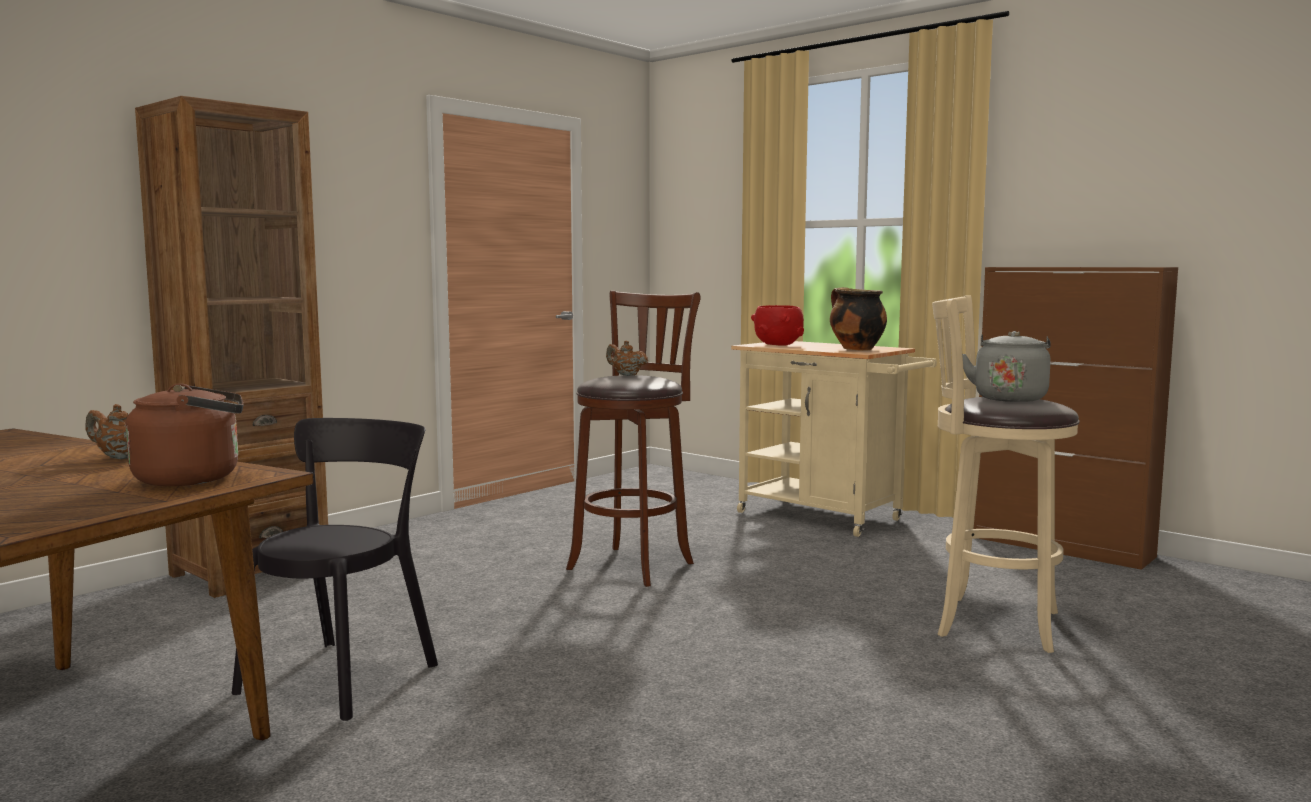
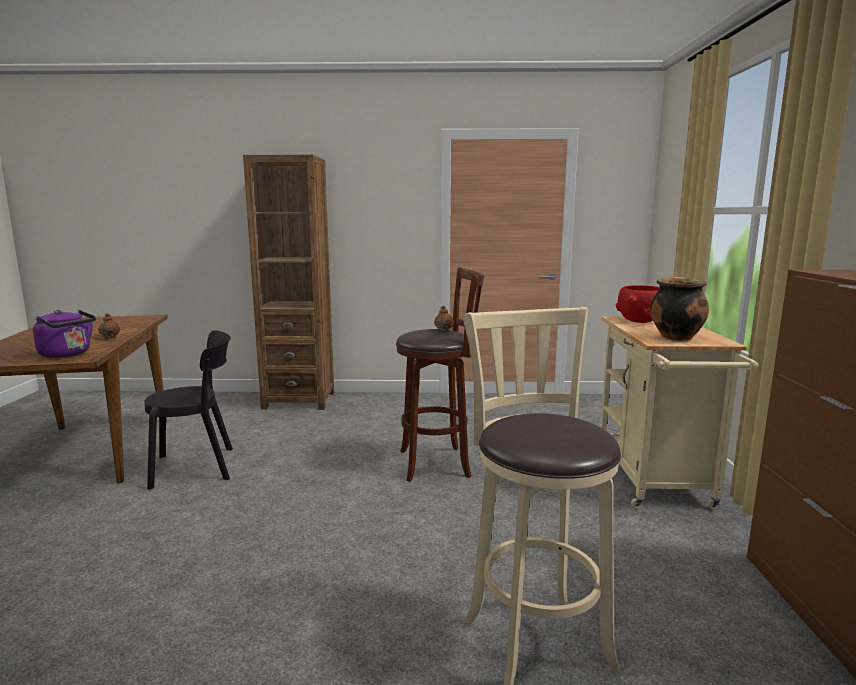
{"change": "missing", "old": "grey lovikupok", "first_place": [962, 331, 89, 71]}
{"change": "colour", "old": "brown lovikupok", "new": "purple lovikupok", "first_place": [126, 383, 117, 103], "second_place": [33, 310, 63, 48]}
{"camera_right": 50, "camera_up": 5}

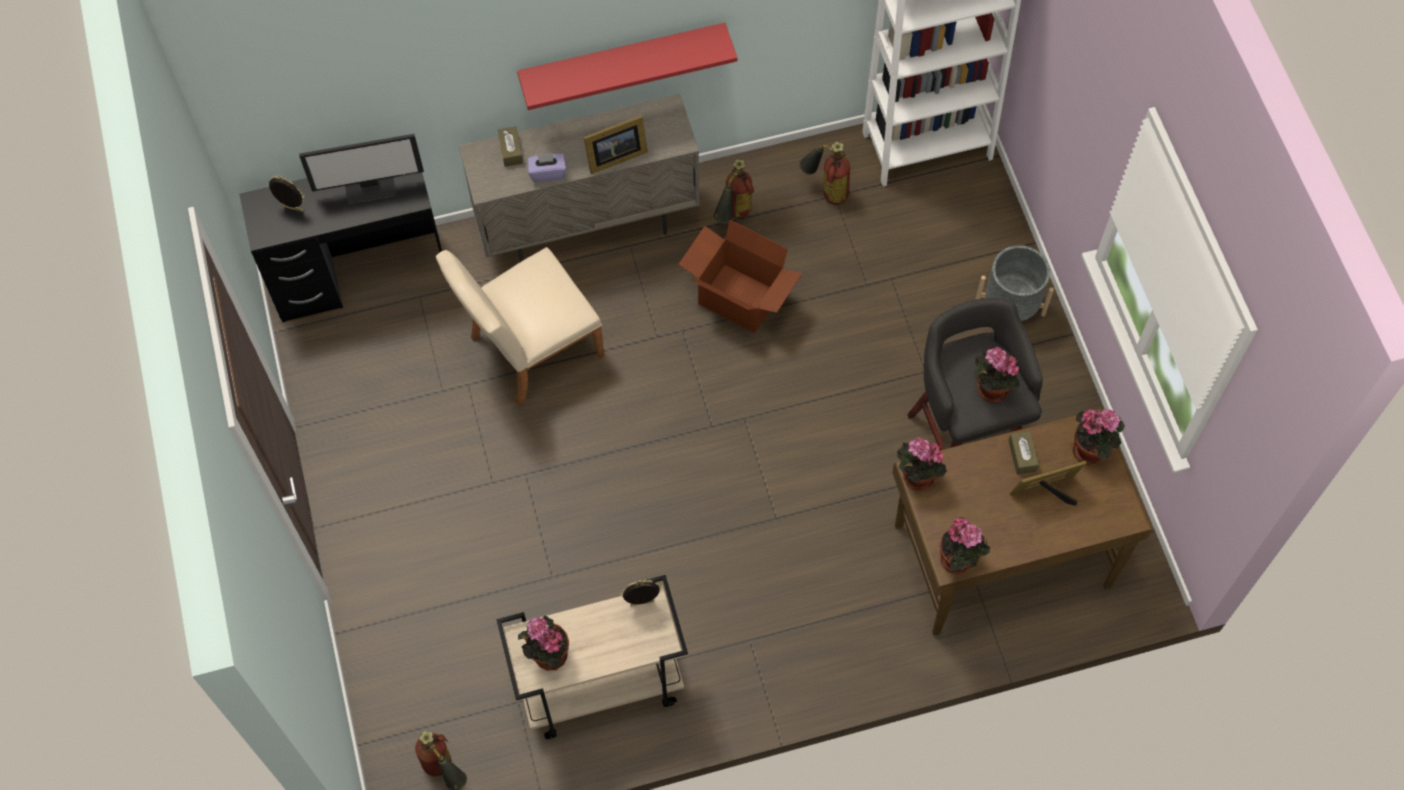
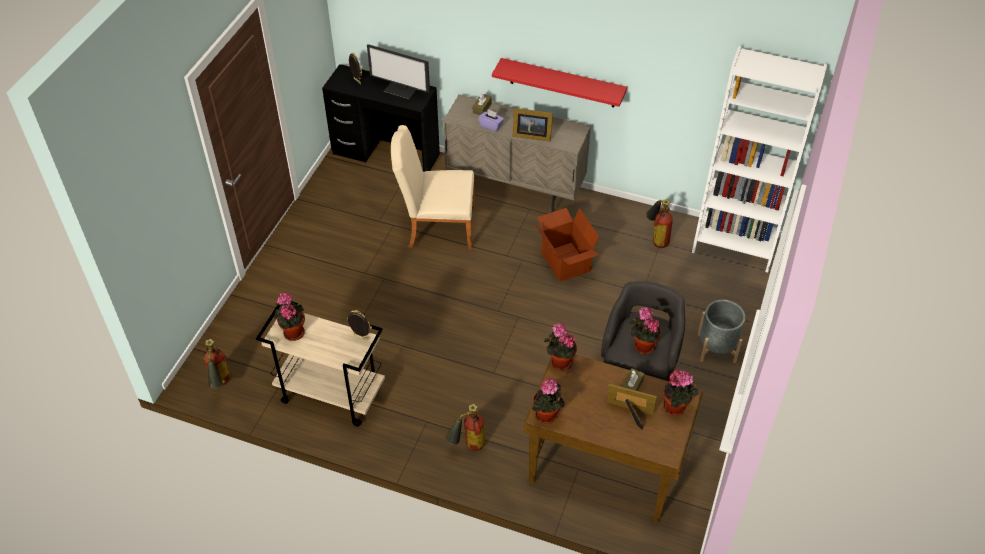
{"change": "relocated", "old": "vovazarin", "first_place": [714, 159, 40, 65], "second_place": [445, 404, 40, 47]}
{"camera_right": 35, "camera_up": -15}

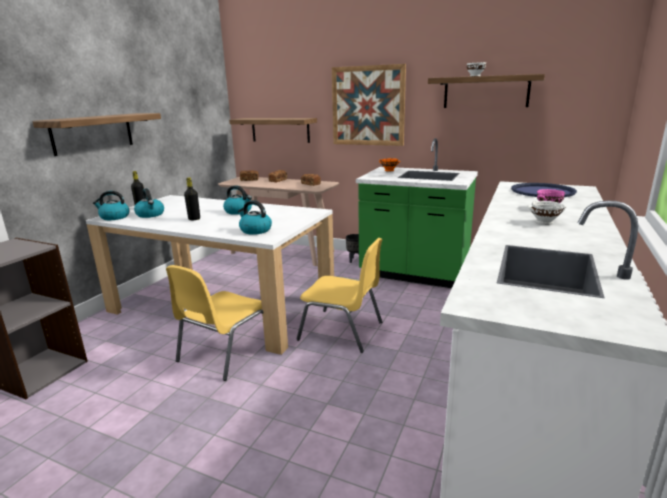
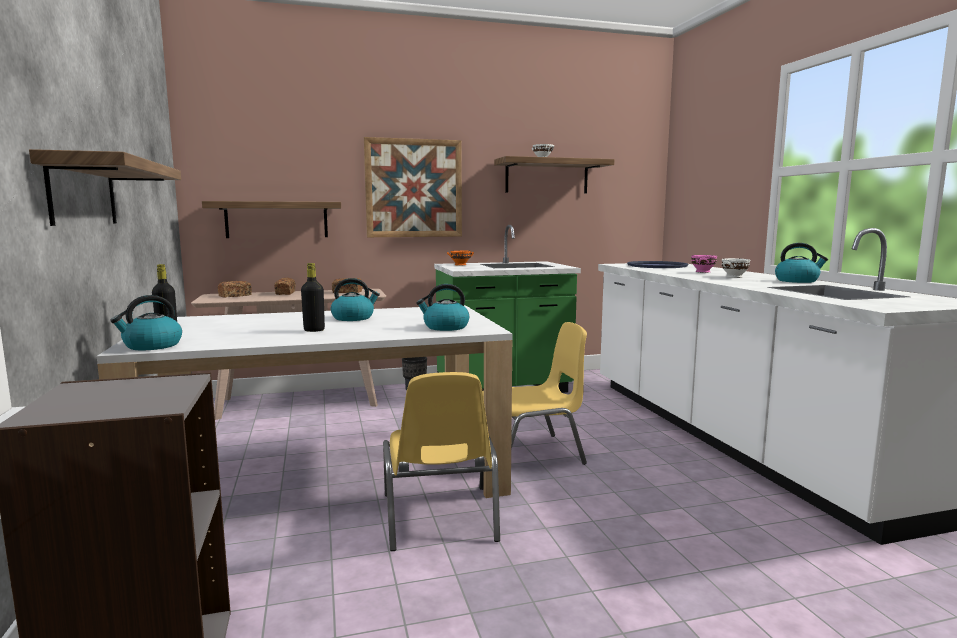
{"change": "relocated", "old": "lovikupok", "first_place": [134, 188, 30, 30], "second_place": [775, 243, 53, 40]}
{"camera_right": -40, "camera_up": -10}

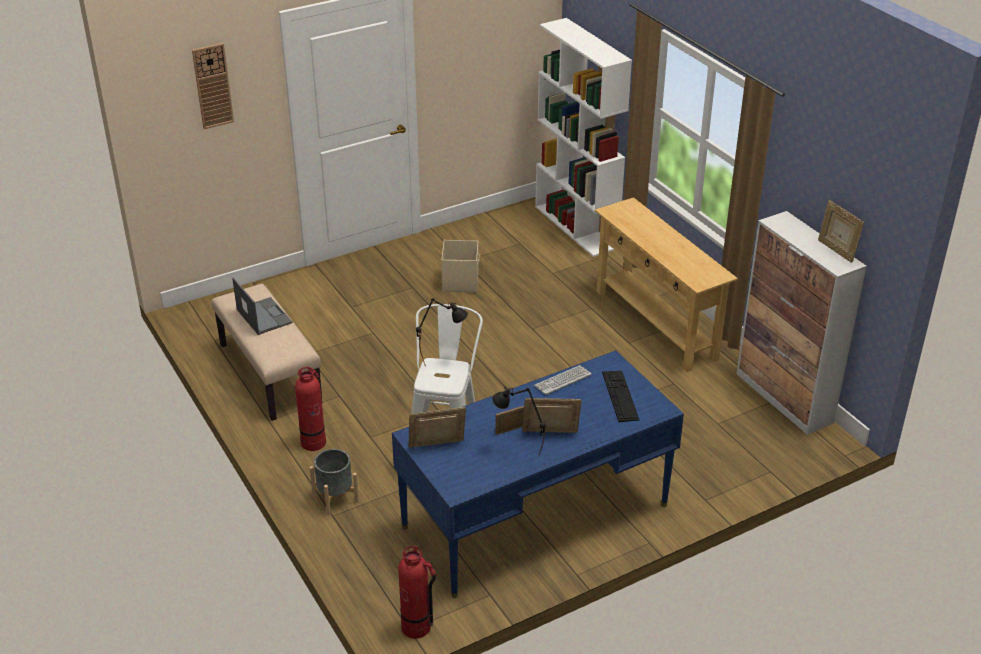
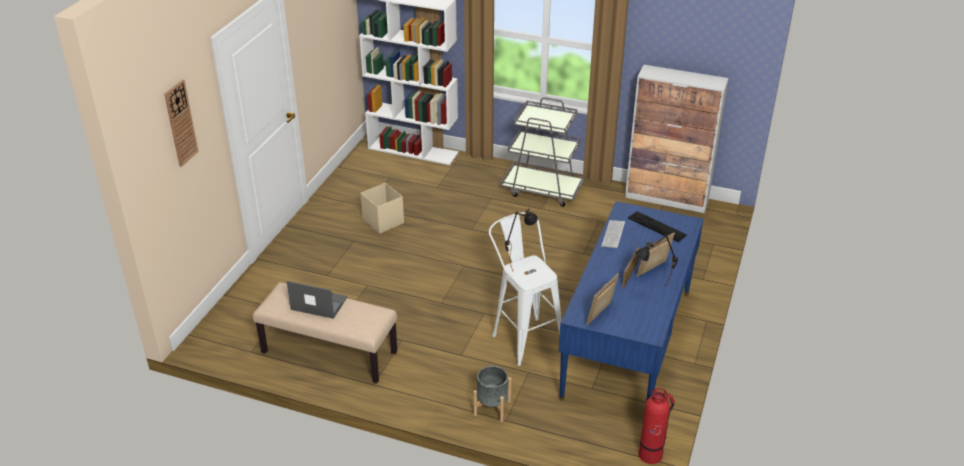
{"change": "exchanged", "old": "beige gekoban", "new": "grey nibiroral", "first_place": [595, 197, 143, 175], "second_place": [501, 97, 84, 110]}
{"change": "missing", "old": "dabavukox", "first_place": [818, 200, 46, 63]}
{"change": "missing", "old": "vovazarin", "first_place": [295, 367, 31, 84]}
{"camera_right": -40, "camera_up": 0}

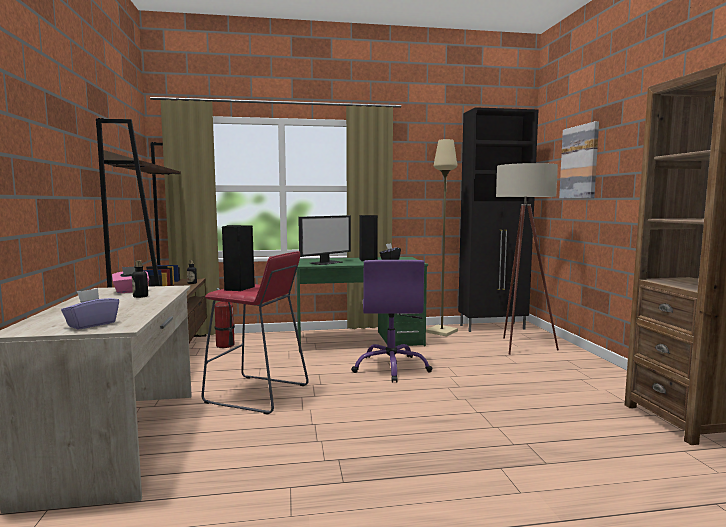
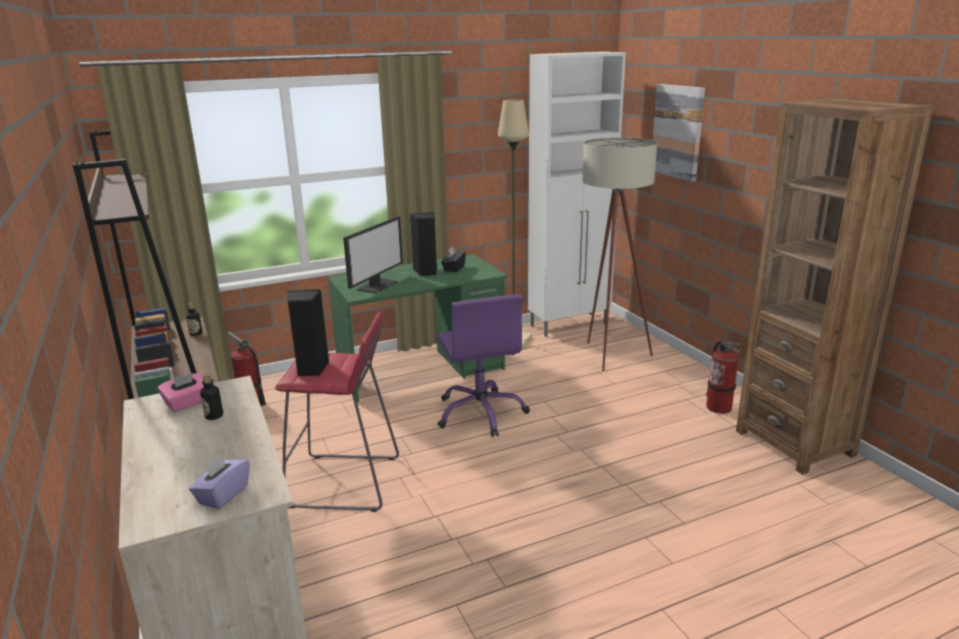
{"change": "colour", "old": "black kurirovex", "new": "white kurirovex", "first_place": [458, 107, 81, 225], "second_place": [528, 52, 98, 285]}
{"change": "appeared", "new": "vovazarin", "second_place": [706, 341, 34, 73]}
{"camera_right": -15, "camera_up": 15}

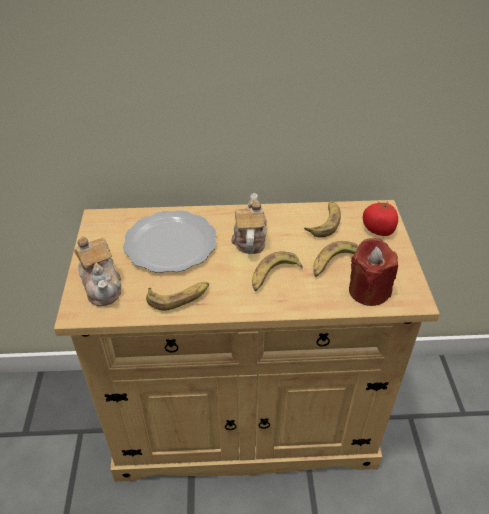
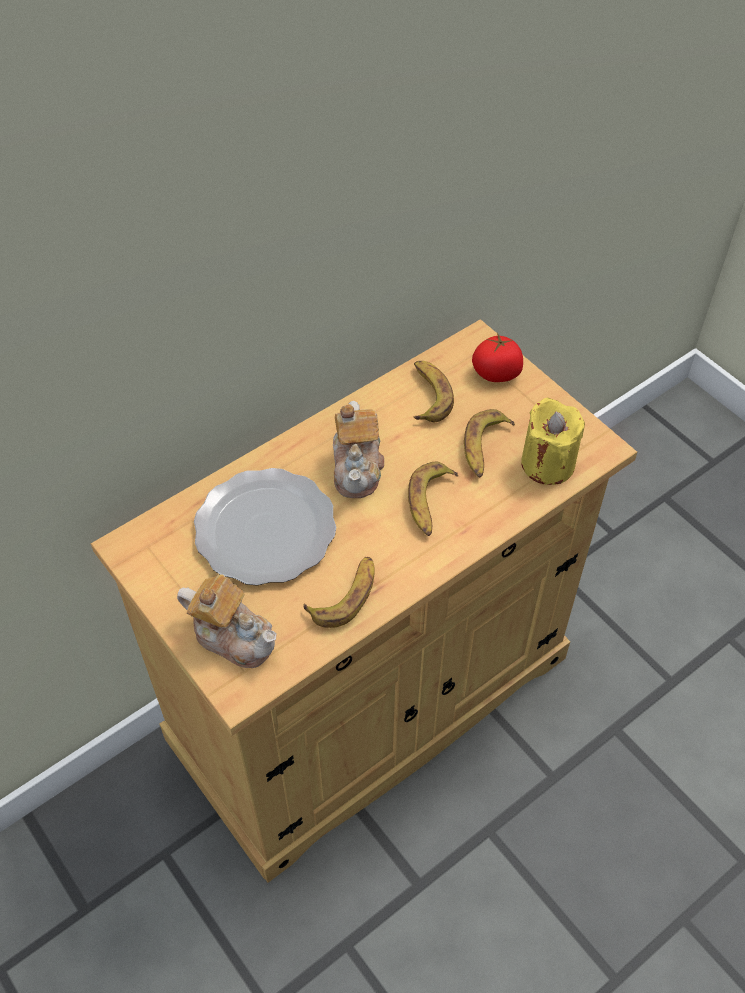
{"change": "spun", "old": "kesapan", "first_place": [232, 193, 35, 61], "second_place": [333, 401, 51, 97], "degrees": -150}
{"change": "colour", "old": "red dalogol", "new": "yellow dalogol", "first_place": [349, 238, 49, 68], "second_place": [521, 397, 64, 88]}
{"camera_right": -35, "camera_up": 10}

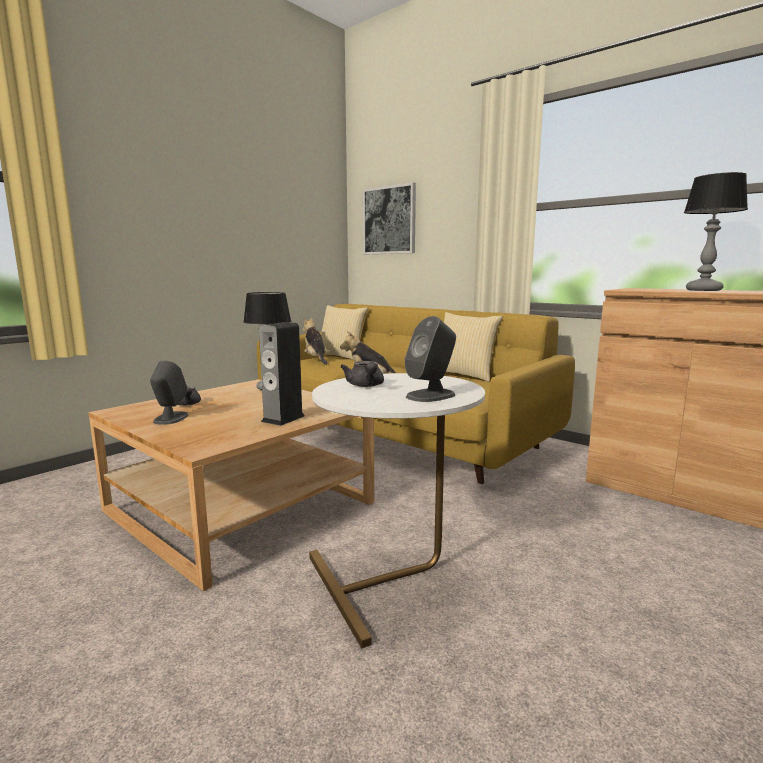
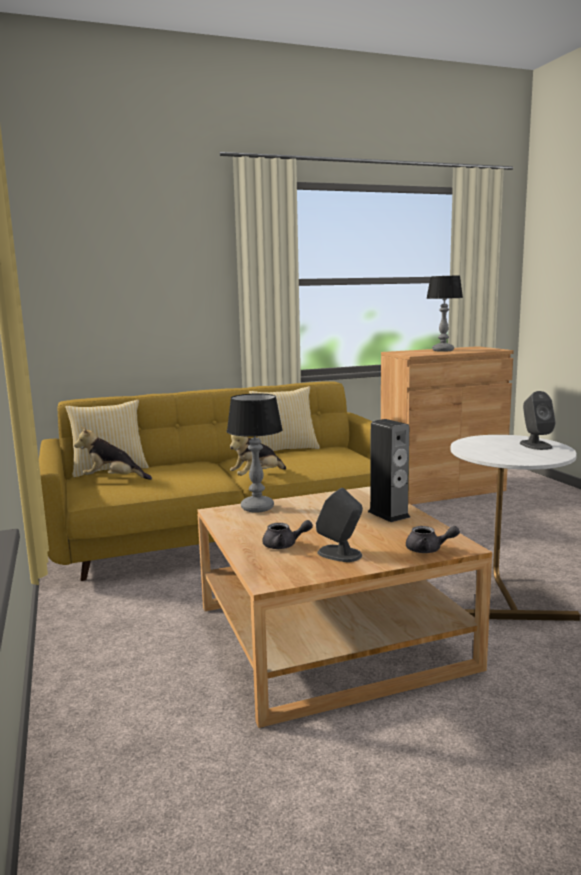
{"change": "missing", "old": "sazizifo", "first_place": [363, 182, 53, 72]}
{"change": "relocated", "old": "grey kesapan", "first_place": [340, 361, 44, 26], "second_place": [406, 526, 54, 27]}
{"camera_right": -60, "camera_up": 0}

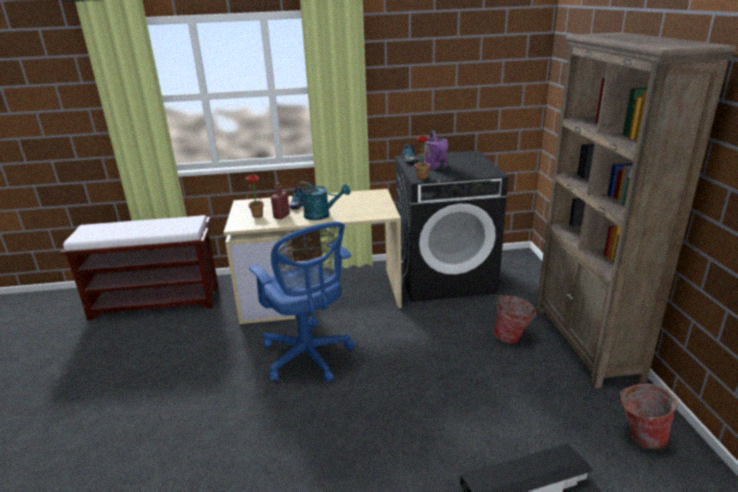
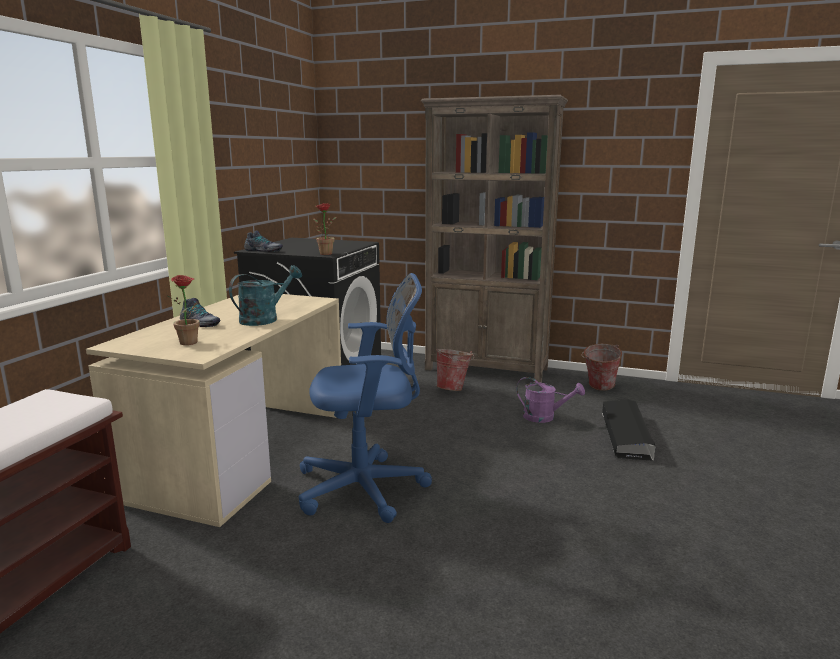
{"change": "relocated", "old": "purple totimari", "first_place": [424, 130, 24, 39], "second_place": [516, 377, 69, 46]}
{"change": "missing", "old": "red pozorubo", "first_place": [271, 182, 19, 37]}
{"camera_right": -65, "camera_up": -10}

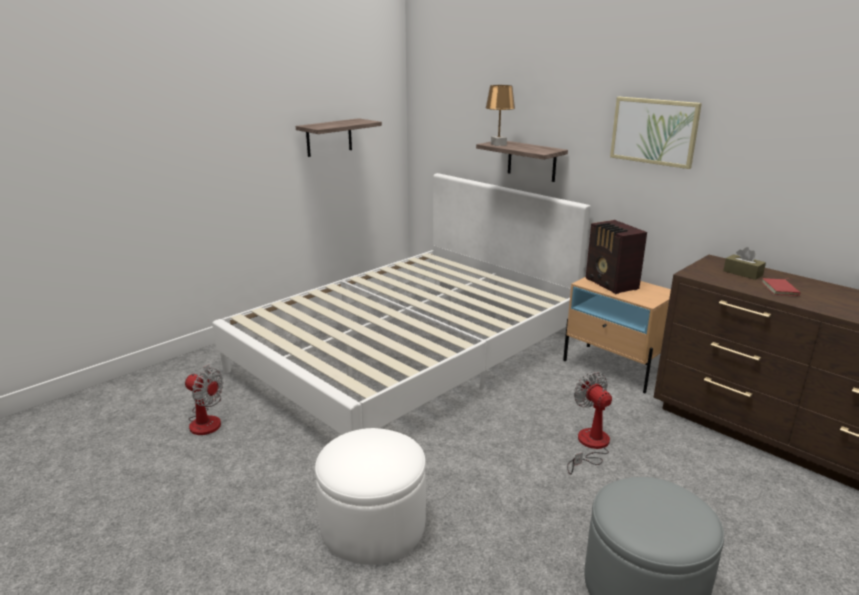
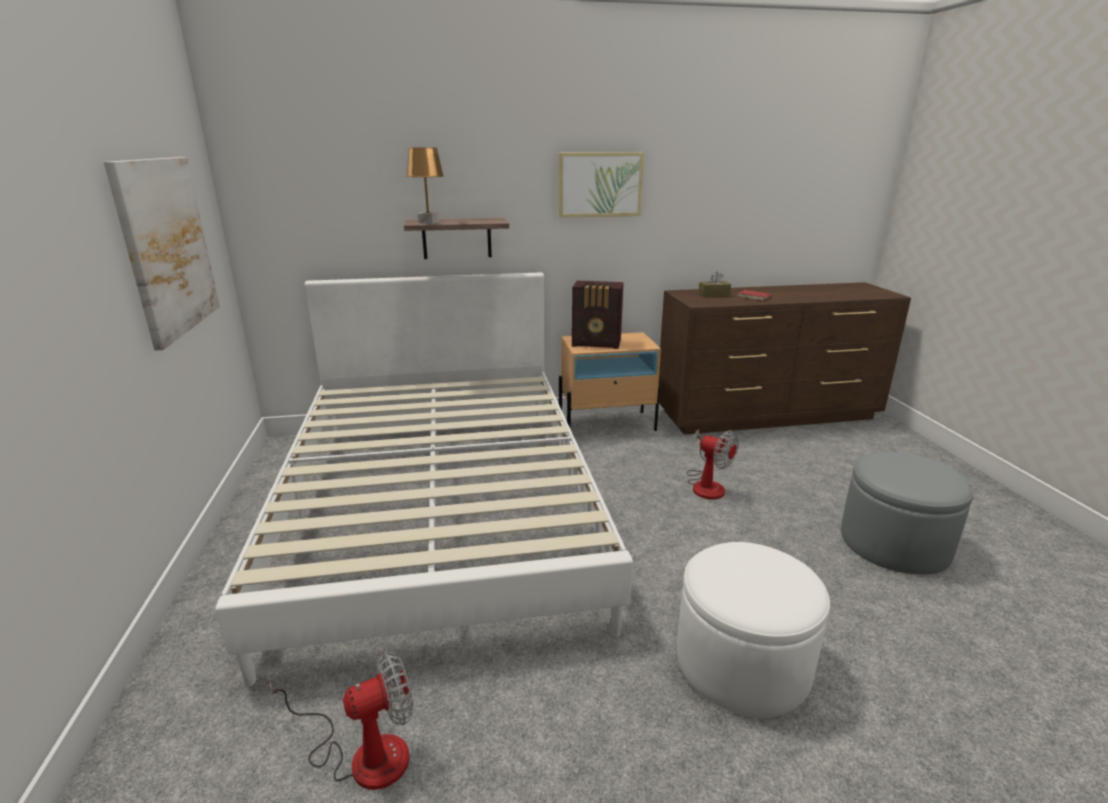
{"change": "exchanged", "old": "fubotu", "new": "sazizifo", "first_place": [296, 118, 86, 39], "second_place": [104, 157, 116, 193]}
{"change": "spun", "old": "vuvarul", "first_place": [567, 372, 45, 103], "second_place": [687, 429, 52, 70], "degrees": -150}
{"camera_right": -55, "camera_up": 0}

